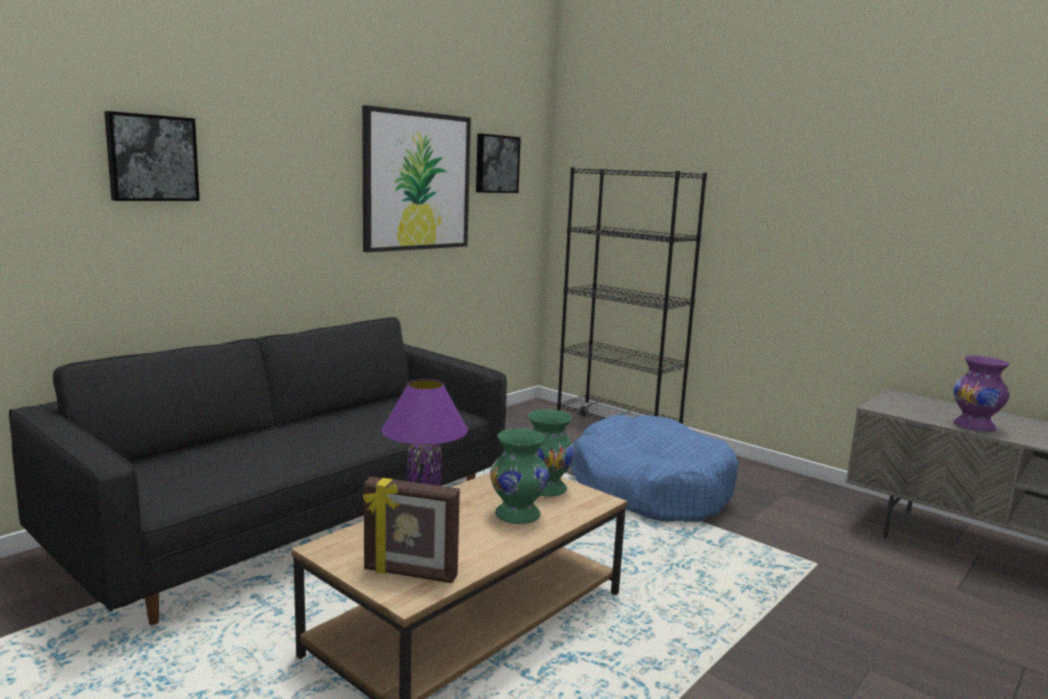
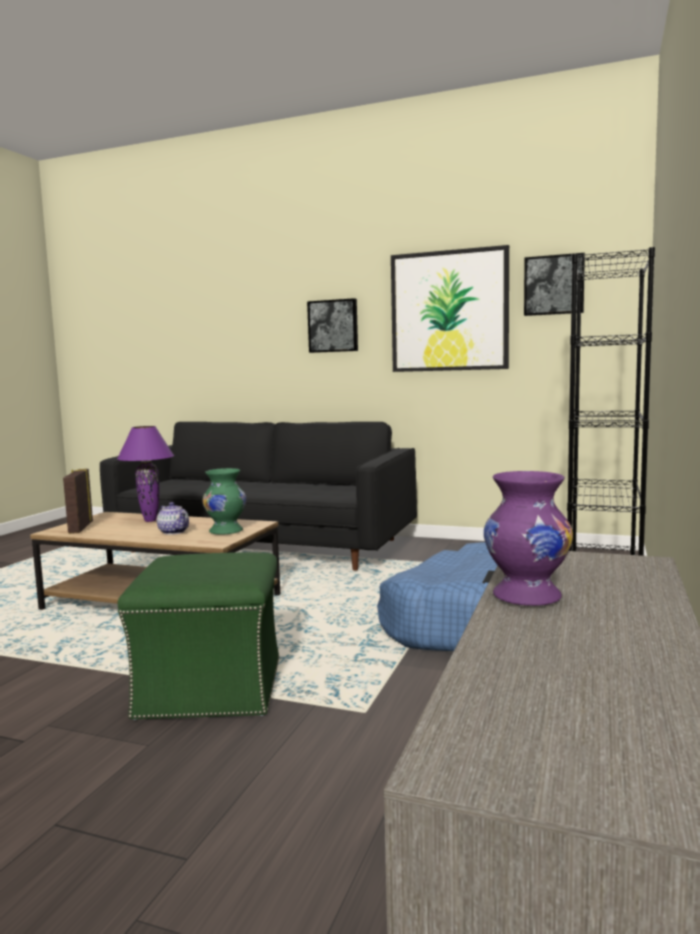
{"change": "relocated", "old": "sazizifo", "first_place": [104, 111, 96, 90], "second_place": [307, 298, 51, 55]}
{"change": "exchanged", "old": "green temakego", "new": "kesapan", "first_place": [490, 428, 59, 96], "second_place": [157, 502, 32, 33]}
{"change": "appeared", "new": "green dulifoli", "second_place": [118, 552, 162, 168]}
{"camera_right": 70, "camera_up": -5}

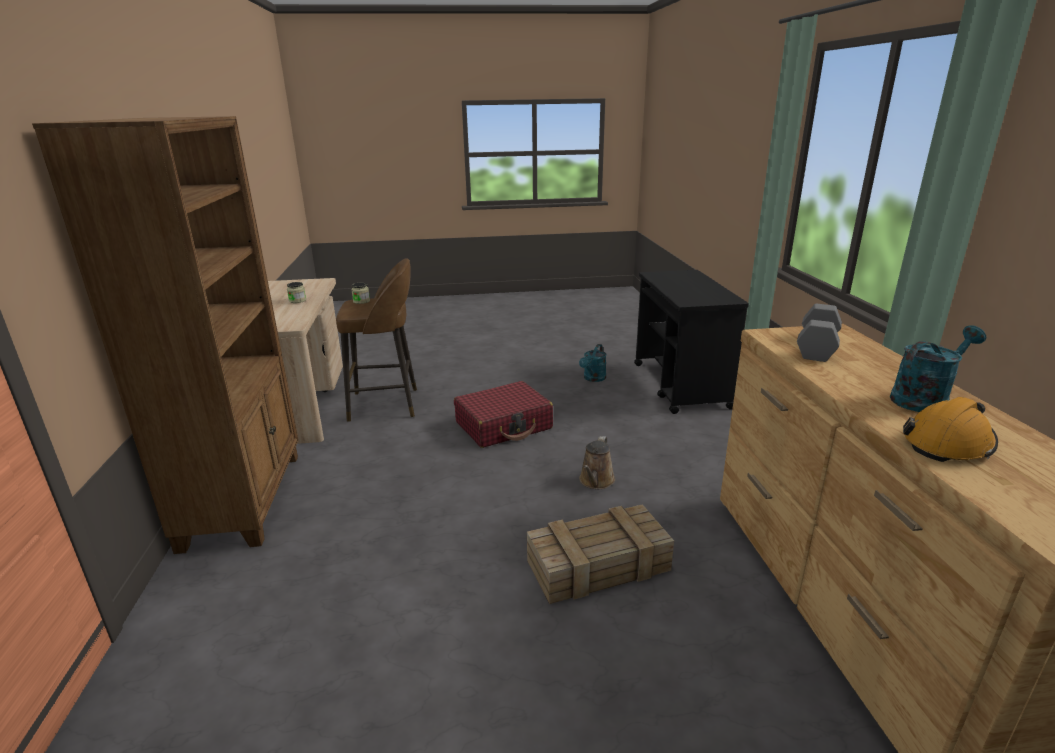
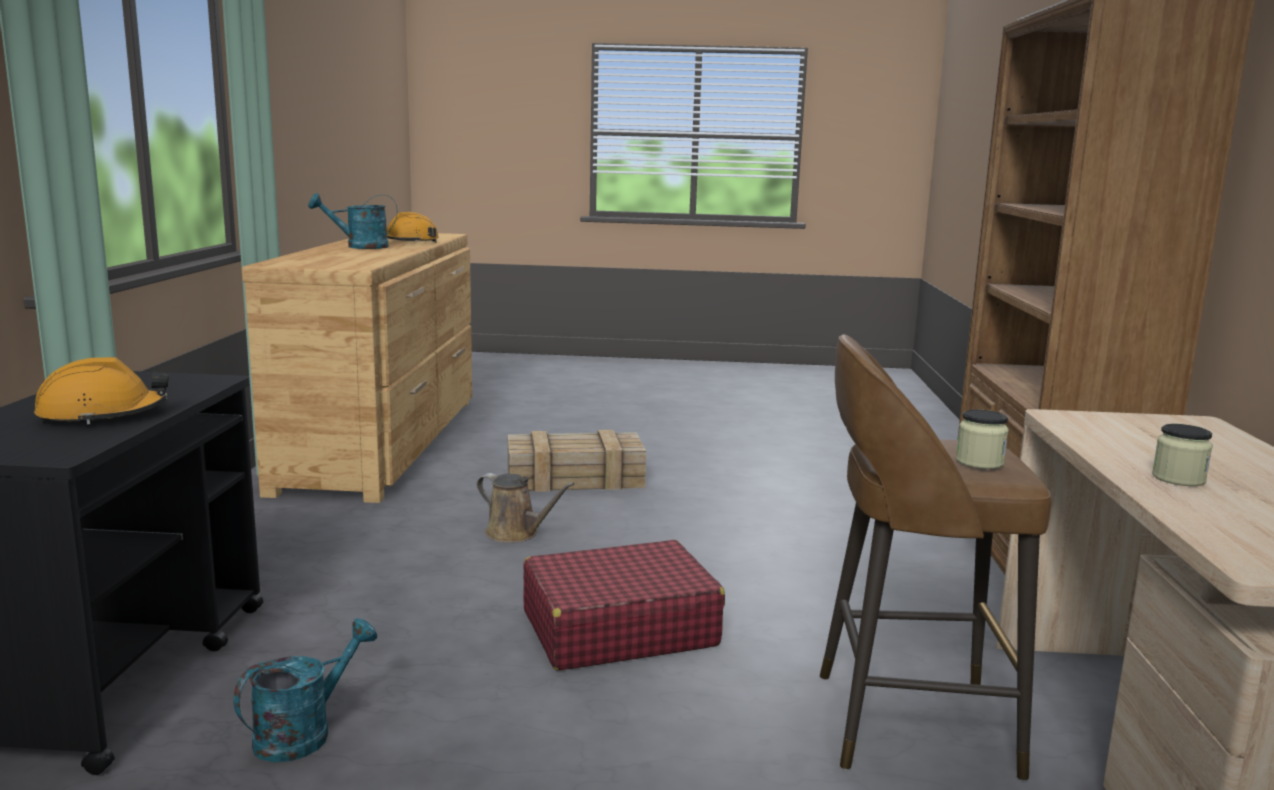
{"change": "missing", "old": "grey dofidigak", "first_place": [797, 303, 45, 59]}
{"change": "spun", "old": "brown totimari", "first_place": [579, 436, 36, 53], "second_place": [476, 473, 99, 70], "degrees": 90}
{"change": "appeared", "new": "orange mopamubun", "second_place": [34, 357, 135, 67]}
{"camera_right": -170, "camera_up": -10}

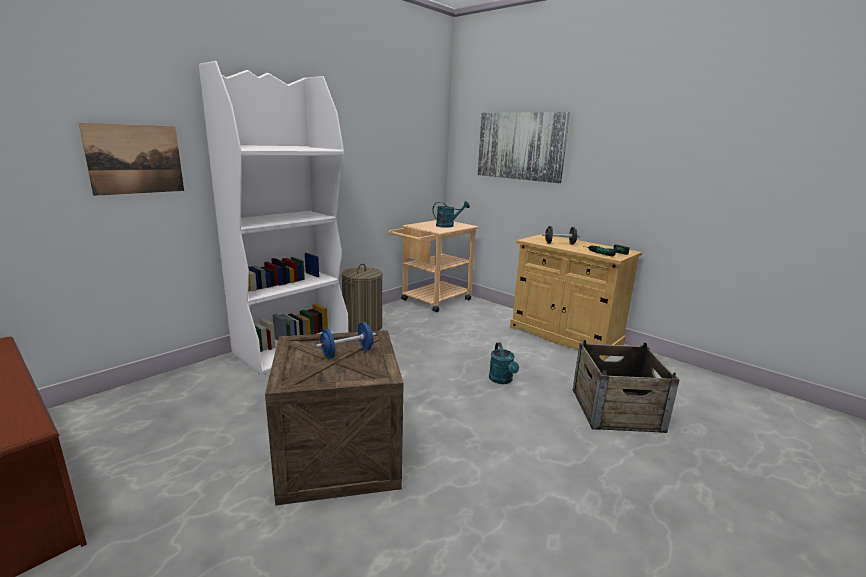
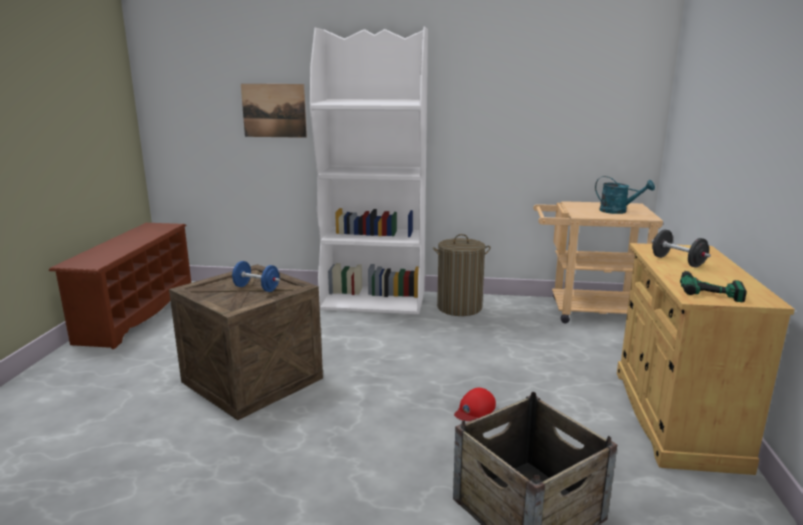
{"change": "missing", "old": "sazizifo", "first_place": [478, 112, 92, 71]}
{"change": "exchanged", "old": "turquoise totimari", "new": "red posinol", "first_place": [489, 343, 30, 41], "second_place": [454, 388, 42, 33]}
{"camera_right": 55, "camera_up": 0}

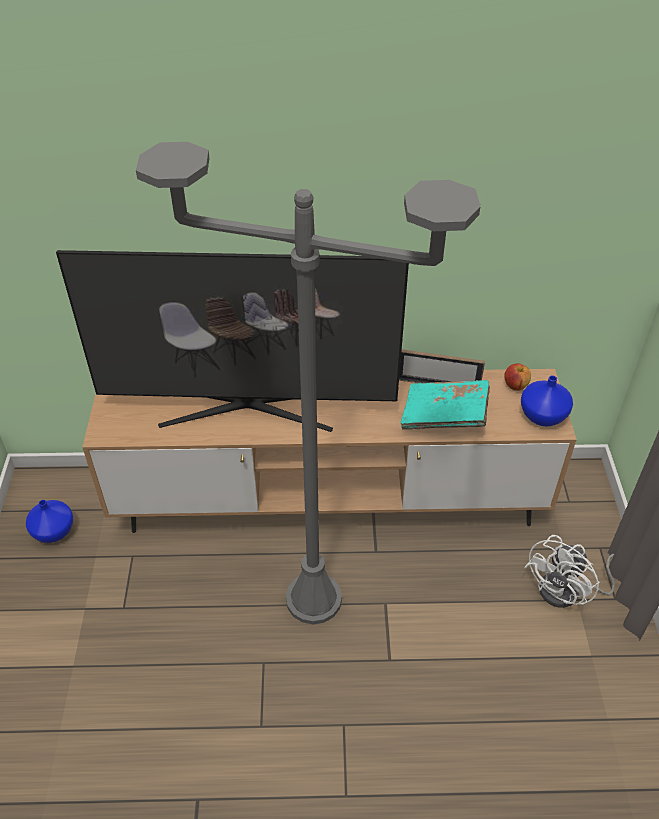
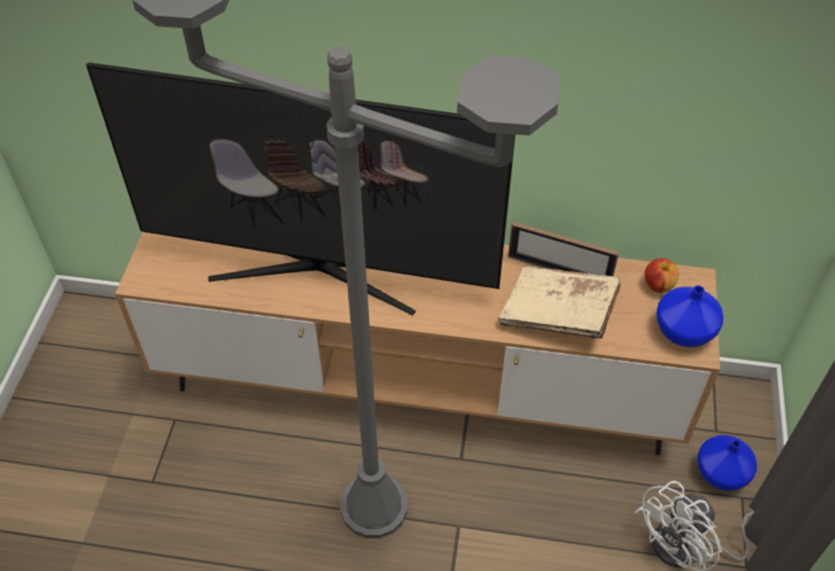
{"change": "colour", "old": "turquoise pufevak", "new": "beige pufevak", "first_place": [401, 380, 89, 50], "second_place": [499, 266, 122, 73]}
{"change": "relocated", "old": "blue temakego", "first_place": [26, 500, 47, 43], "second_place": [697, 435, 60, 56]}
{"camera_right": 10, "camera_up": 5}

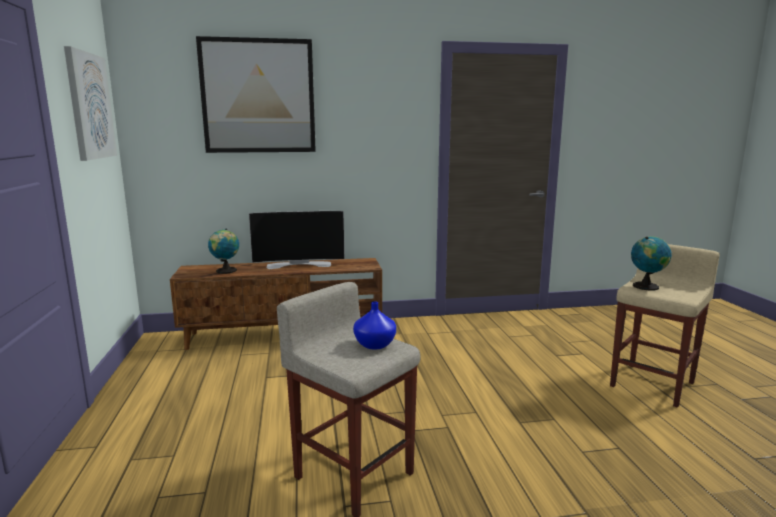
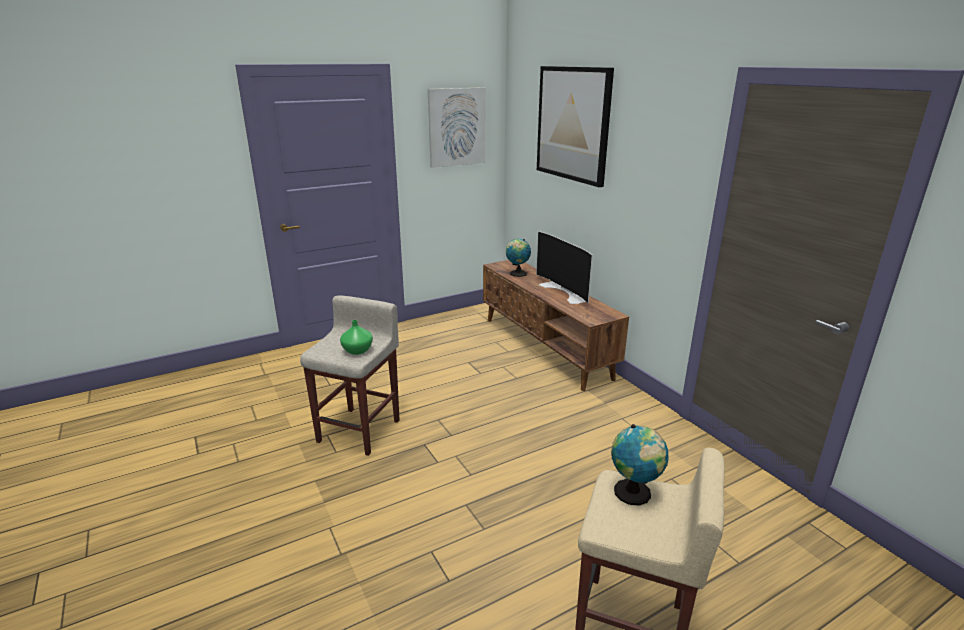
{"change": "colour", "old": "blue temakego", "new": "green temakego", "first_place": [353, 301, 43, 49], "second_place": [340, 320, 33, 35]}
{"camera_right": 70, "camera_up": 10}

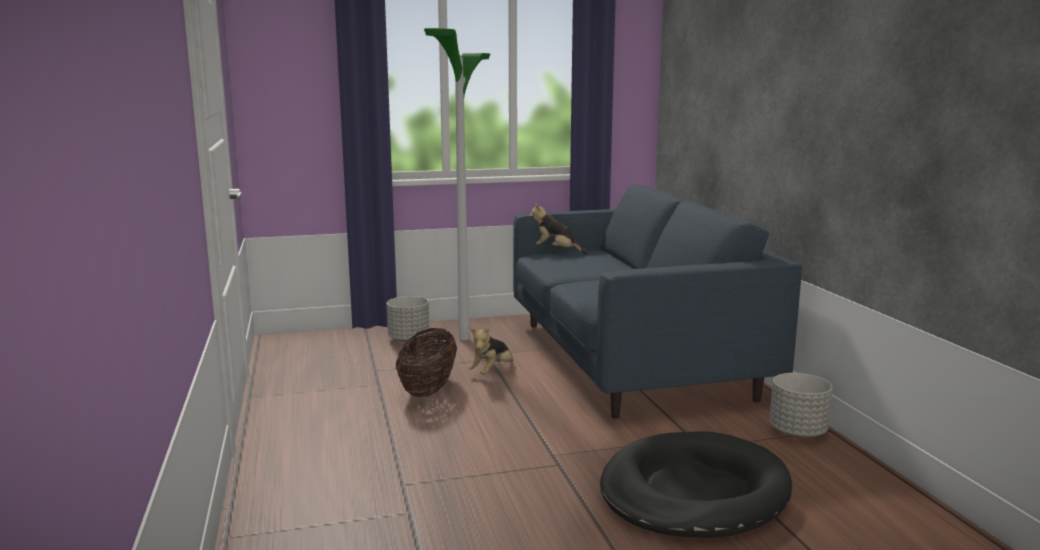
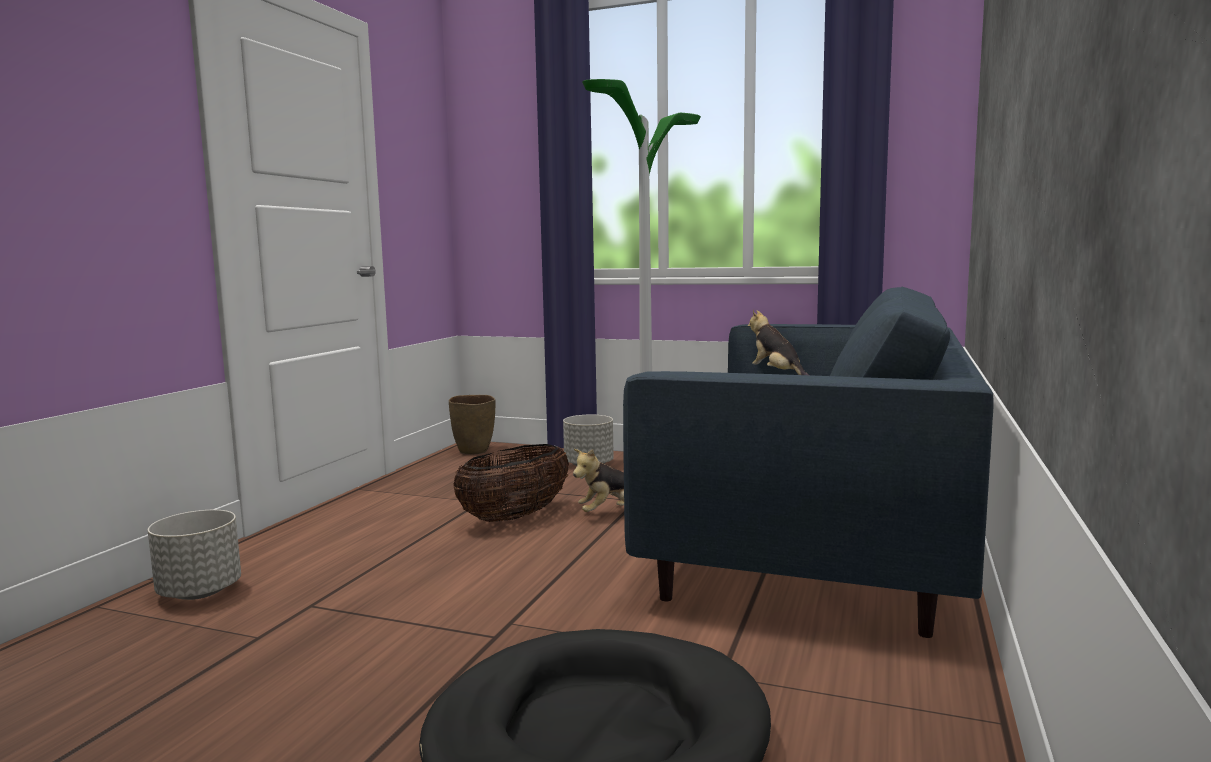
{"change": "relocated", "old": "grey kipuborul", "first_place": [770, 373, 62, 65], "second_place": [147, 510, 94, 90]}
{"change": "appeared", "new": "brown temakego", "second_place": [449, 395, 47, 59]}
{"camera_right": 35, "camera_up": -5}

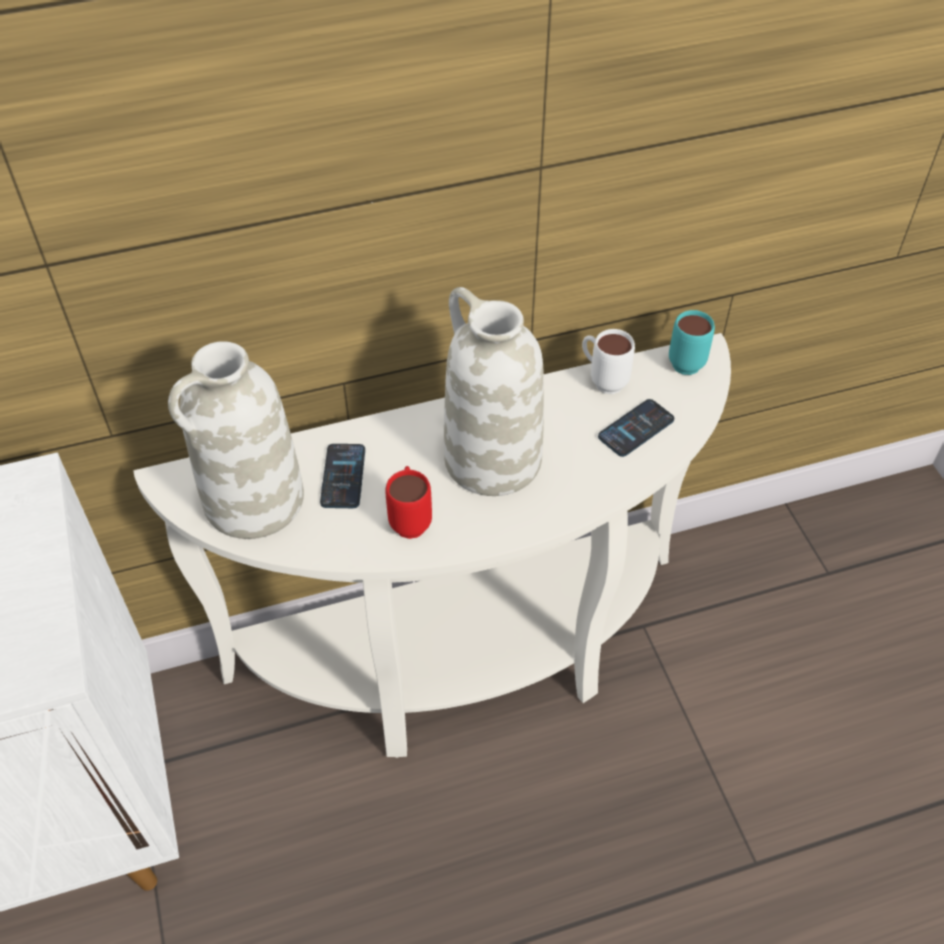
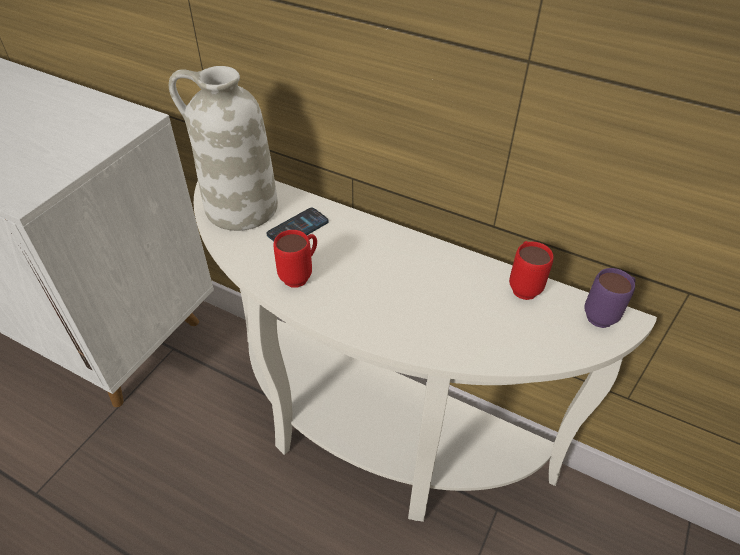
{"change": "missing", "old": "white temakego", "first_place": [444, 287, 100, 209]}
{"change": "colour", "old": "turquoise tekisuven", "new": "purple tekisuven", "first_place": [669, 310, 46, 65], "second_place": [584, 268, 52, 60]}
{"change": "colour", "old": "white tekisuven", "new": "red tekisuven", "first_place": [582, 329, 53, 65], "second_place": [509, 241, 45, 59]}
{"change": "missing", "old": "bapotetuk", "first_place": [598, 399, 76, 58]}
{"camera_right": 45, "camera_up": -5}

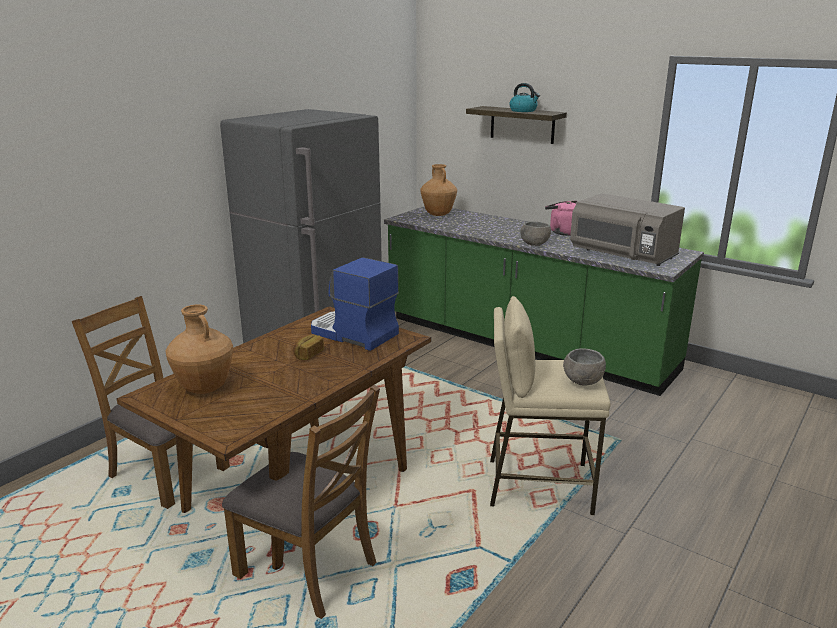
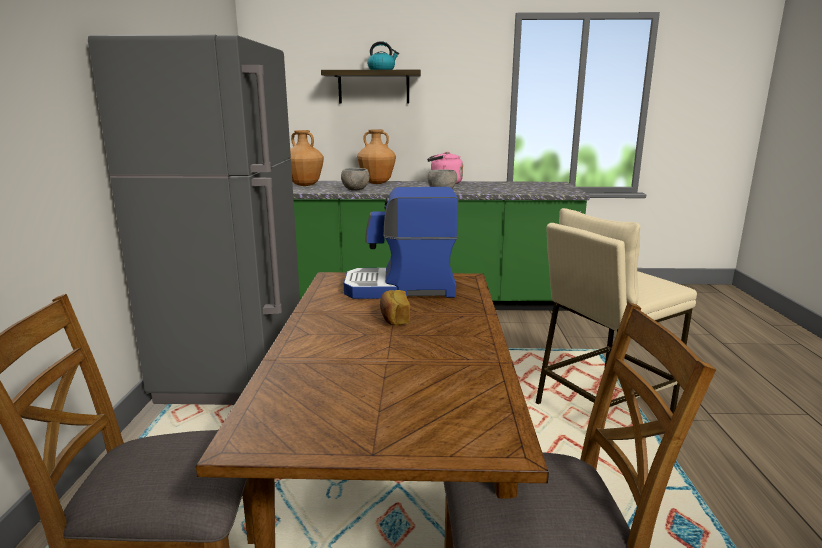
{"change": "missing", "old": "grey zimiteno", "first_place": [570, 193, 115, 73]}
{"change": "relocated", "old": "brown temakego", "first_place": [166, 305, 67, 89], "second_place": [357, 129, 39, 55]}
{"change": "relocated", "old": "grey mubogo", "first_place": [563, 349, 43, 37], "second_place": [341, 168, 28, 23]}
{"camera_right": -35, "camera_up": -5}

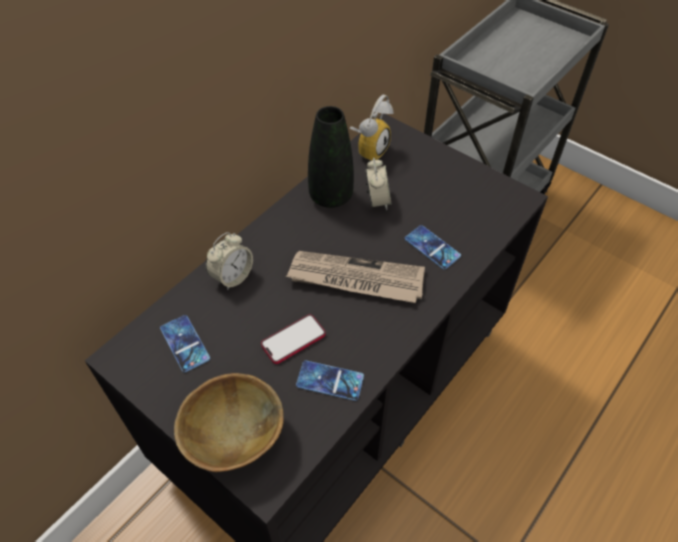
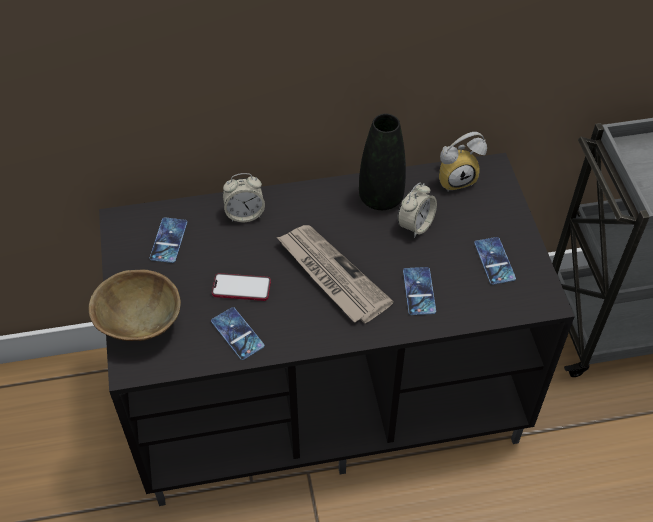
{"change": "appeared", "new": "bapotetuk", "second_place": [474, 237, 42, 48]}
{"camera_right": 40, "camera_up": 0}

